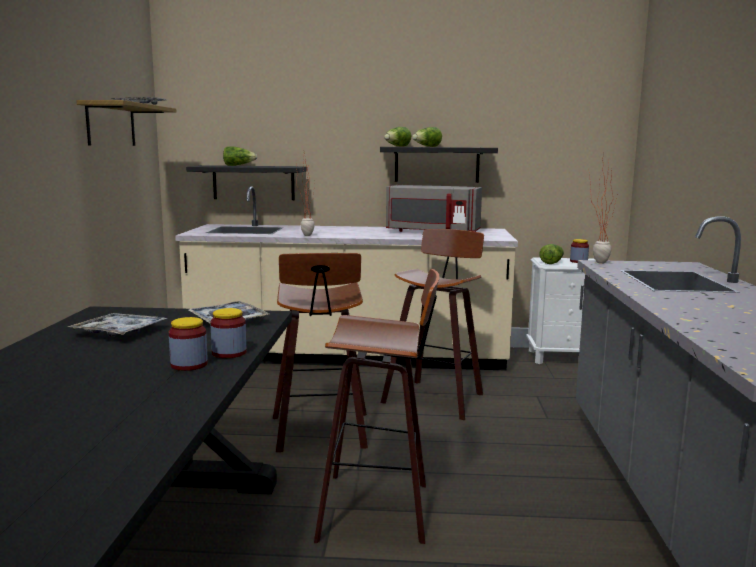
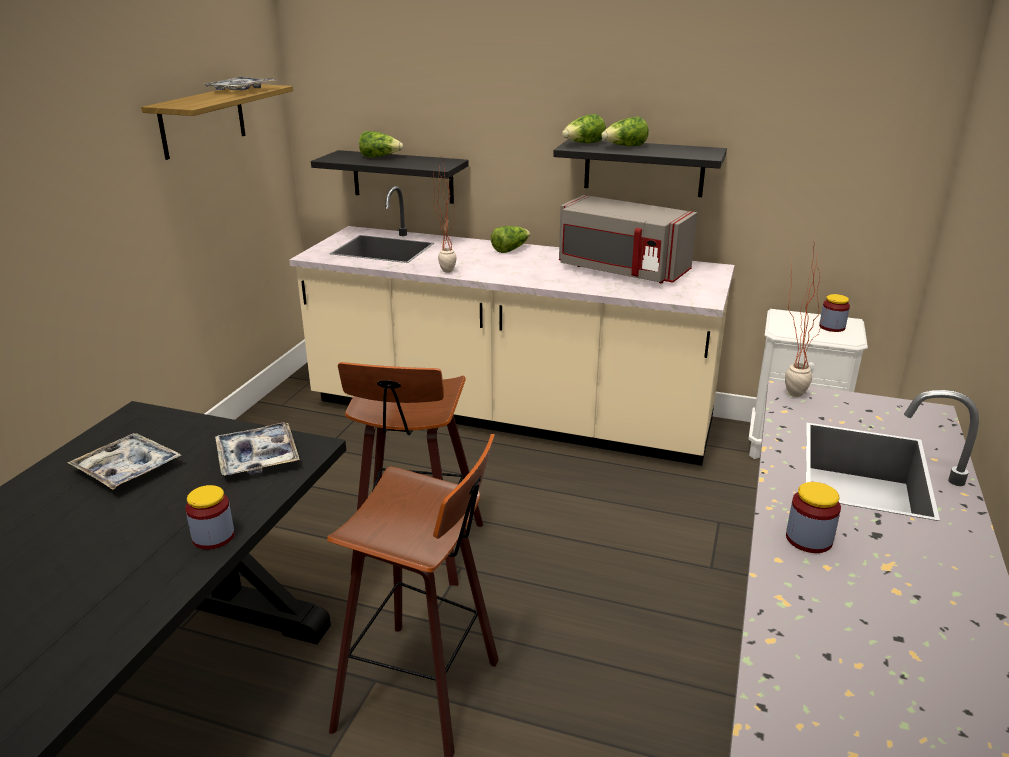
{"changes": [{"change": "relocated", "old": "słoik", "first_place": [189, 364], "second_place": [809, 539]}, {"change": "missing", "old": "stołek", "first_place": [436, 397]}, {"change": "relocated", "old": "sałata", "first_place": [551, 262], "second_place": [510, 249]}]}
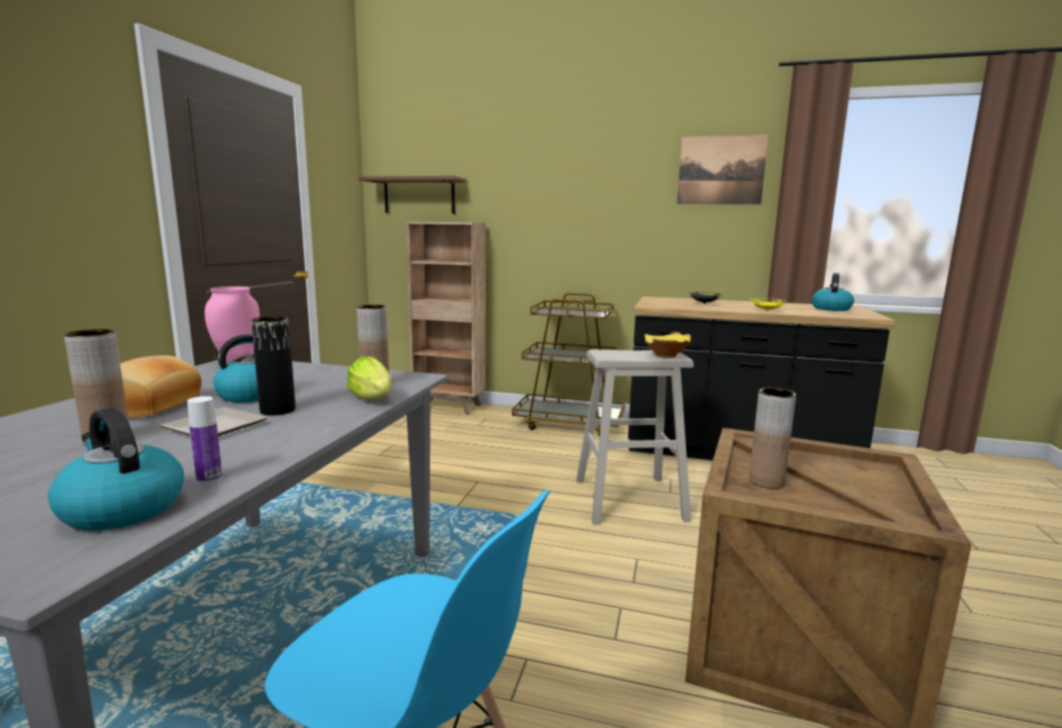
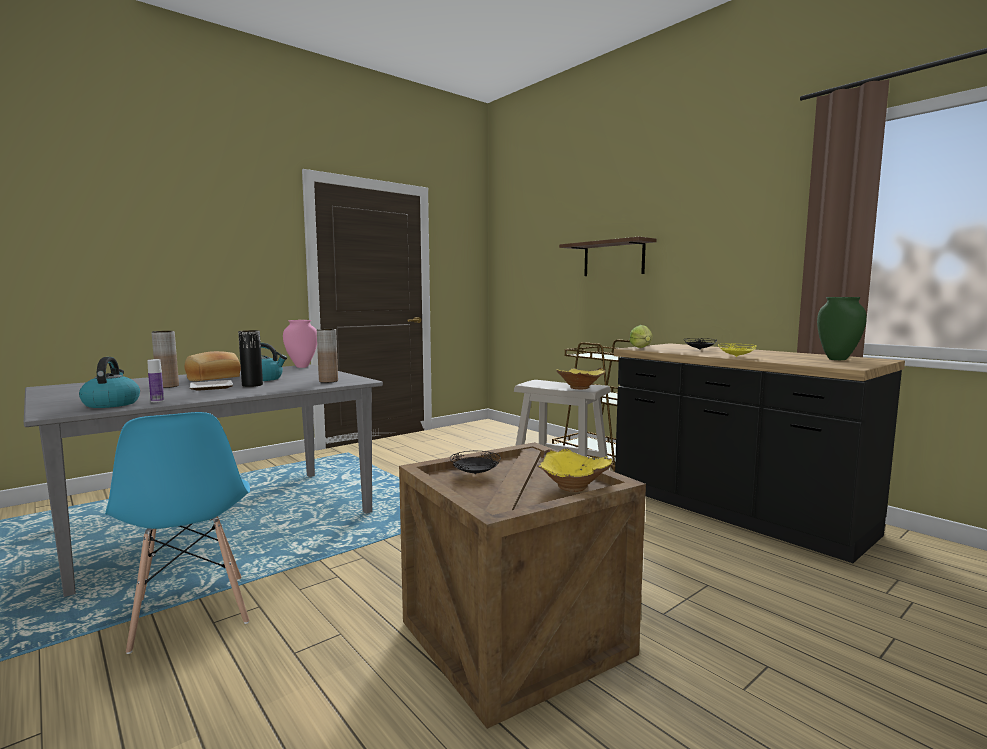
{"changes": [{"change": "relocated", "old": "sałata", "first_place": [373, 400], "second_place": [642, 348]}, {"change": "relocated", "old": "półka [brązowy]", "first_place": [419, 196], "second_place": [613, 258]}, {"change": "missing", "old": "regał [brązowy]", "first_place": [449, 407]}, {"change": "missing", "old": "obraz", "first_place": [721, 170]}, {"change": "exchanged", "old": "wazon [brązowy]", "new": "talerz [czarny]", "first_place": [766, 482], "second_place": [475, 474]}, {"change": "exchanged", "old": "czajnik", "new": "wazon [zielony]", "first_place": [831, 309], "second_place": [836, 359]}, {"change": "appeared", "new": "miska [żółty]", "second_place": [573, 486]}]}
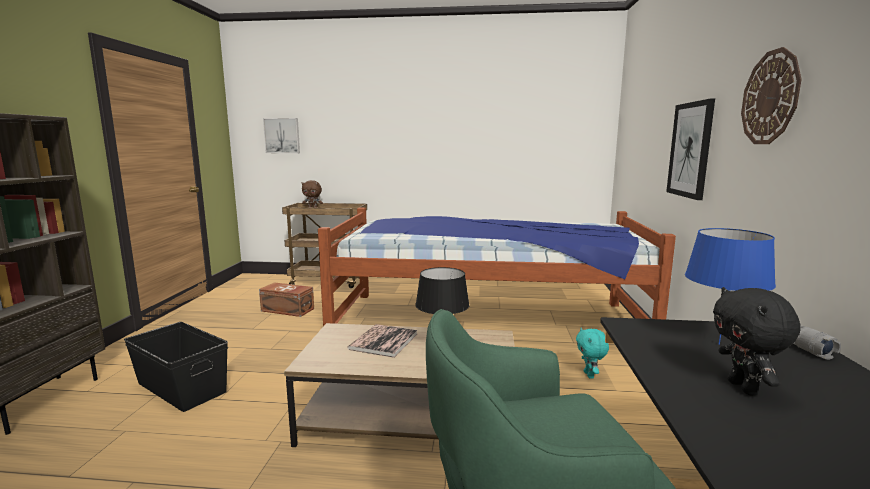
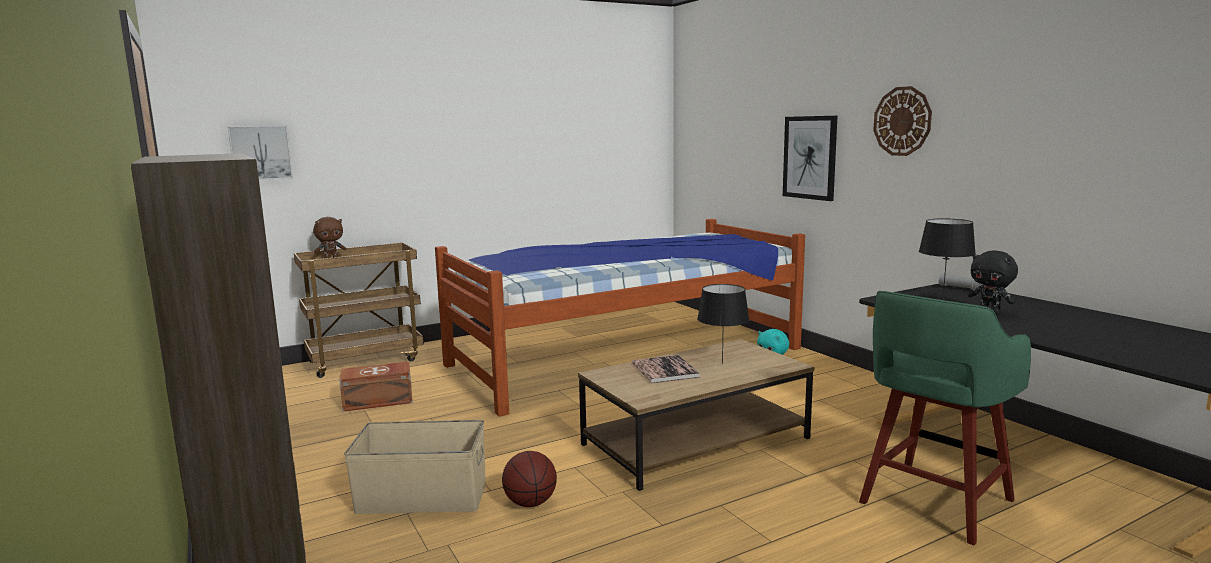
{"changes": [{"change": "colour", "old": "pojemnik do przechowywania [czarny]", "new": "pojemnik do przechowywania [beżowy]", "first_place": [182, 387], "second_place": [421, 497]}, {"change": "colour", "old": "lampa stołowa [niebieski]", "new": "lampa stołowa [czarny]", "first_place": [720, 344], "second_place": [943, 298]}, {"change": "appeared", "new": "piłka do koszykówki", "second_place": [530, 503]}]}
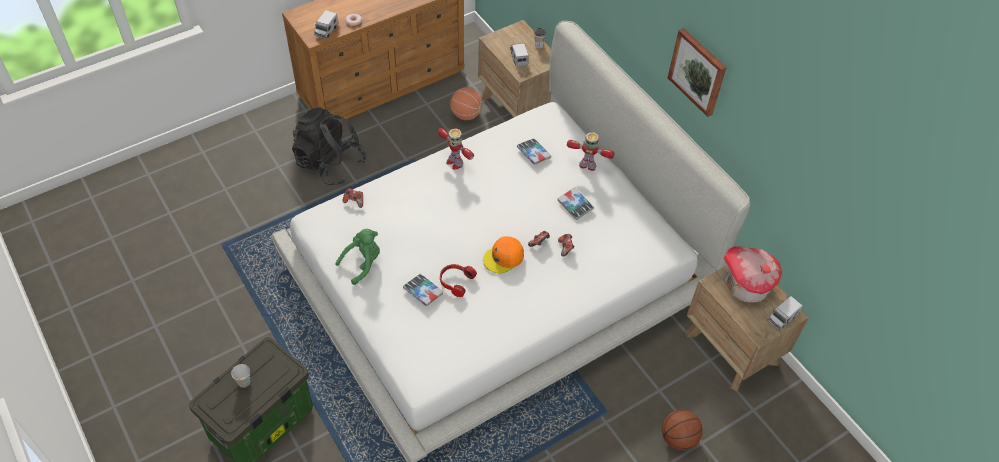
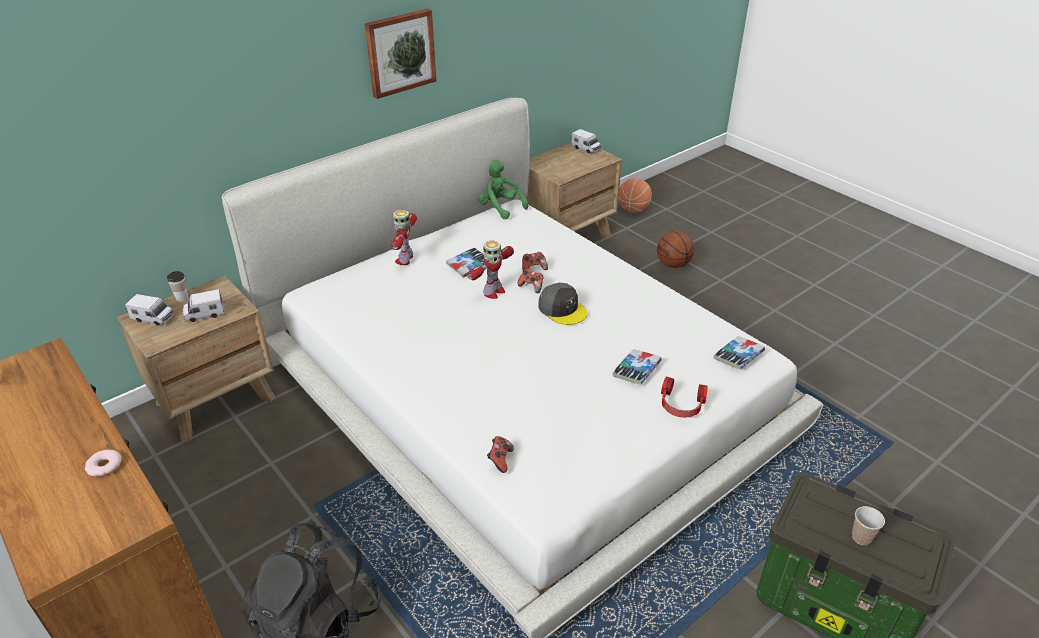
{"changes": [{"change": "relocated", "old": "ciężarówka zabawkowa", "first_place": [326, 30], "second_place": [153, 318]}, {"change": "relocated", "old": "pluszak [zielony]", "first_place": [362, 263], "second_place": [500, 207]}, {"change": "relocated", "old": "robot zabawkowy", "first_place": [454, 162], "second_place": [493, 292]}, {"change": "relocated", "old": "słuchawki", "first_place": [455, 281], "second_place": [681, 405]}, {"change": "relocated", "old": "piłka do koszykówki", "first_place": [466, 114], "second_place": [633, 209]}, {"change": "colour", "old": "czapka z daszkiem [pomarańczowy]", "new": "czapka z daszkiem [szary]", "first_place": [503, 257], "second_place": [562, 309]}, {"change": "relocated", "old": "książka", "first_place": [533, 153], "second_place": [738, 356]}, {"change": "missing", "old": "domek", "first_place": [746, 285]}]}
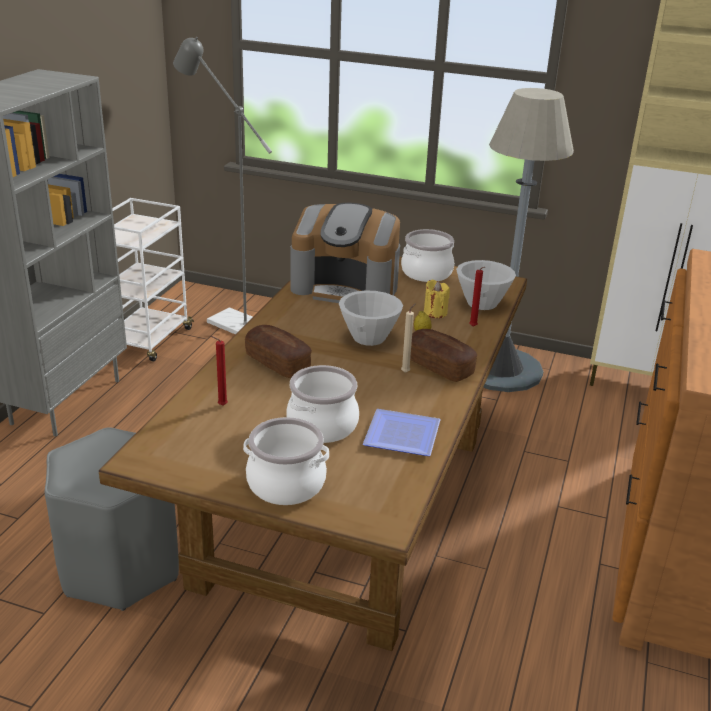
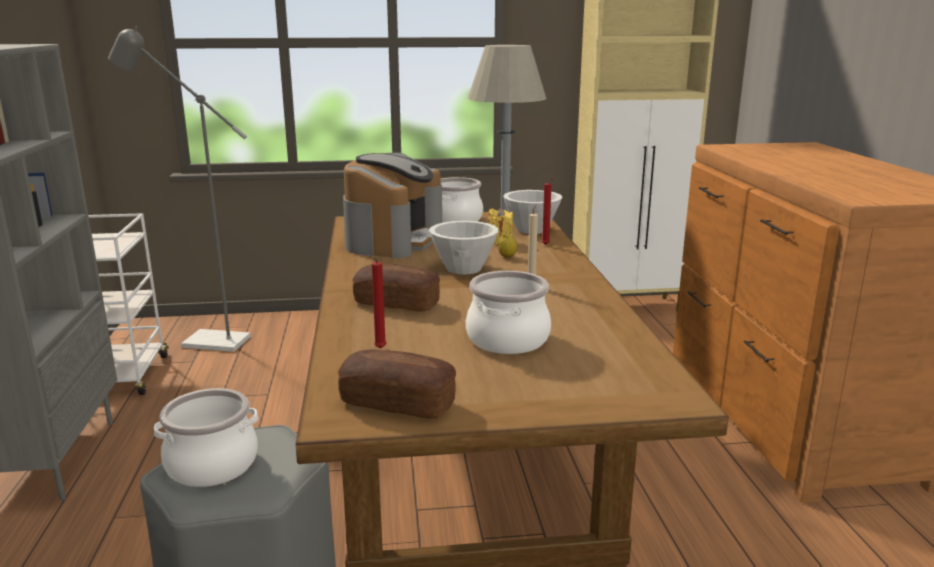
{"changes": [{"change": "relocated", "old": "garnek", "first_place": [286, 483], "second_place": [212, 464]}, {"change": "spun", "old": "ekspres do kawy", "first_place": [346, 286], "second_place": [393, 239], "degrees": -60}, {"change": "missing", "old": "talerz", "first_place": [405, 434]}, {"change": "relocated", "old": "chleb", "first_place": [439, 366], "second_place": [398, 403]}]}
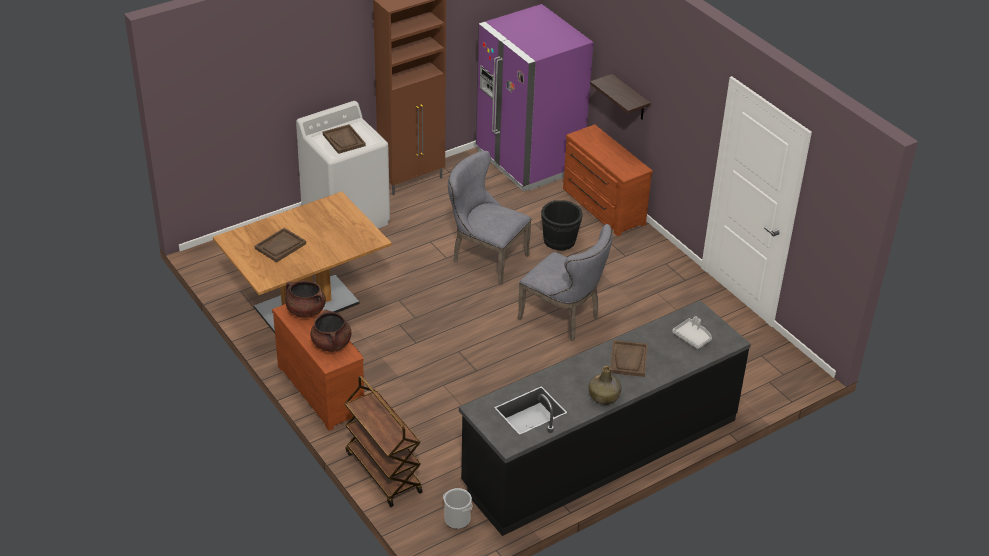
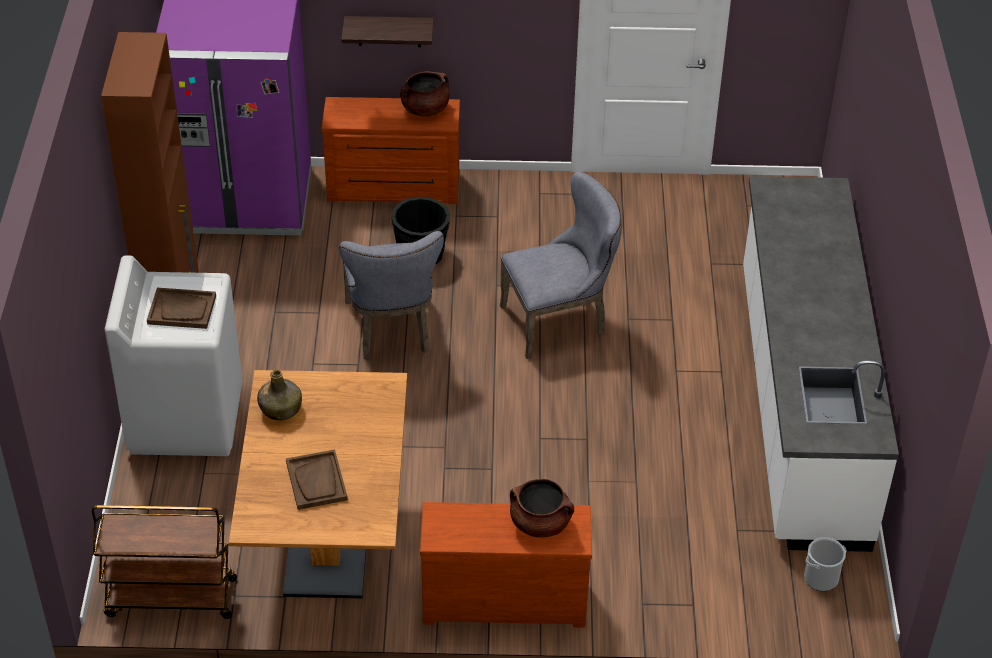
{"changes": [{"change": "relocated", "old": "garnek [brązowy]", "first_place": [305, 311], "second_place": [425, 109]}, {"change": "relocated", "old": "wózek [brązowy]", "first_place": [382, 472], "second_place": [170, 598]}, {"change": "spun", "old": "krzesło [szary]", "first_place": [485, 258], "second_place": [391, 331], "degrees": -75}, {"change": "colour", "old": "zabudowa kuchenna [czarny]", "new": "zabudowa kuchenna [biały]", "first_place": [600, 452], "second_place": [800, 404]}, {"change": "relocated", "old": "butelka [zielony]", "first_place": [604, 396], "second_place": [281, 409]}, {"change": "missing", "old": "taca [brązowy]", "first_place": [628, 360]}, {"change": "missing", "old": "taca [szary]", "first_place": [692, 337]}]}
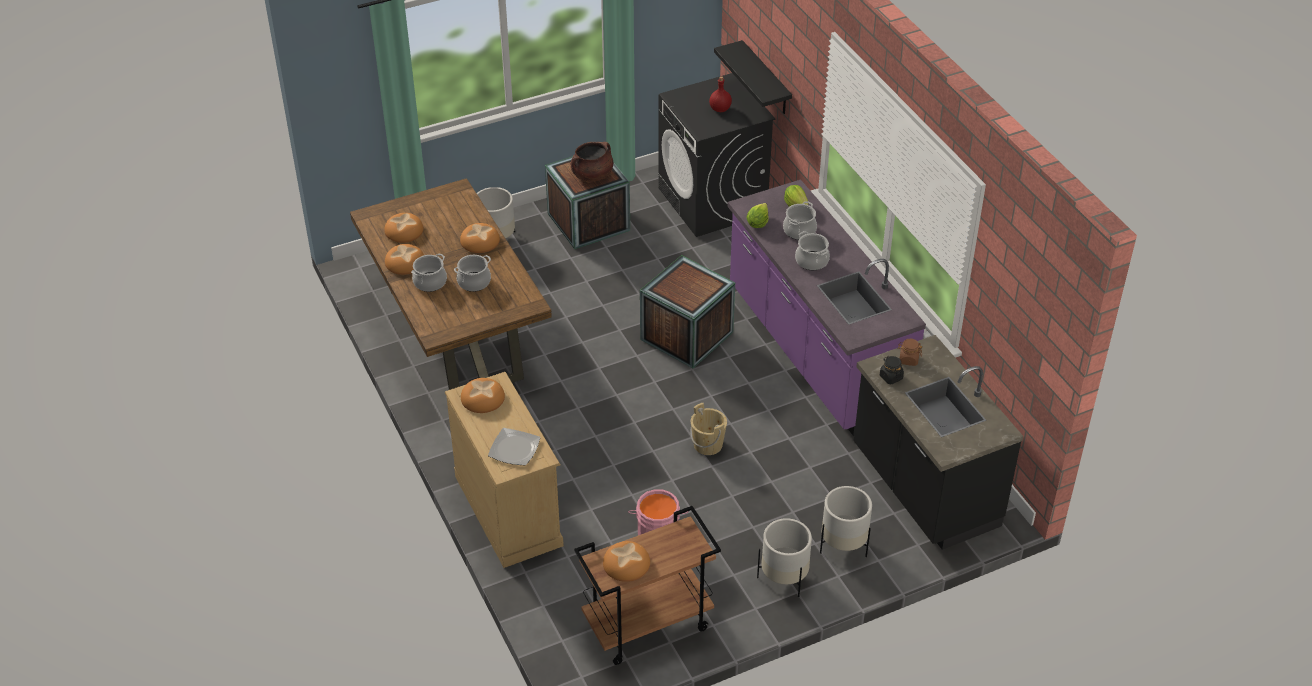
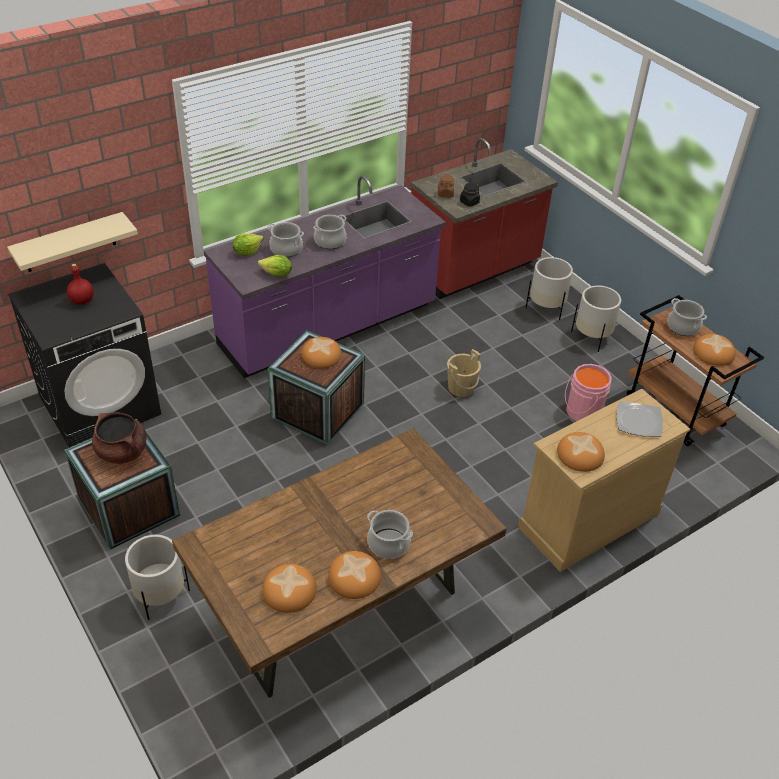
{"changes": [{"change": "relocated", "old": "garnek", "first_place": [474, 282], "second_place": [683, 327]}, {"change": "relocated", "old": "chleb", "first_place": [479, 241], "second_place": [321, 355]}, {"change": "colour", "old": "półka [czarny]", "new": "półka [beżowy]", "first_place": [766, 79], "second_place": [69, 243]}, {"change": "colour", "old": "zabudowa kuchenna [czarny]", "new": "zabudowa kuchenna [czerwony]", "first_place": [923, 489], "second_place": [474, 269]}]}
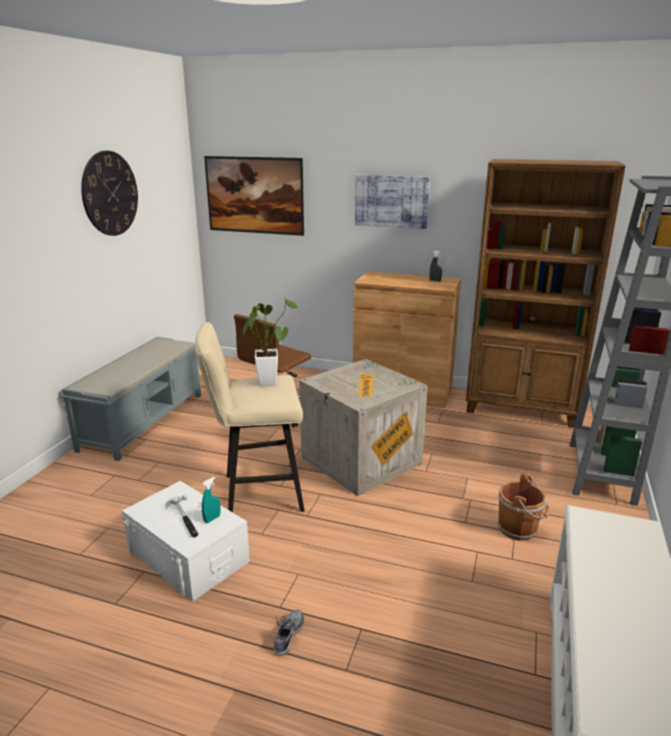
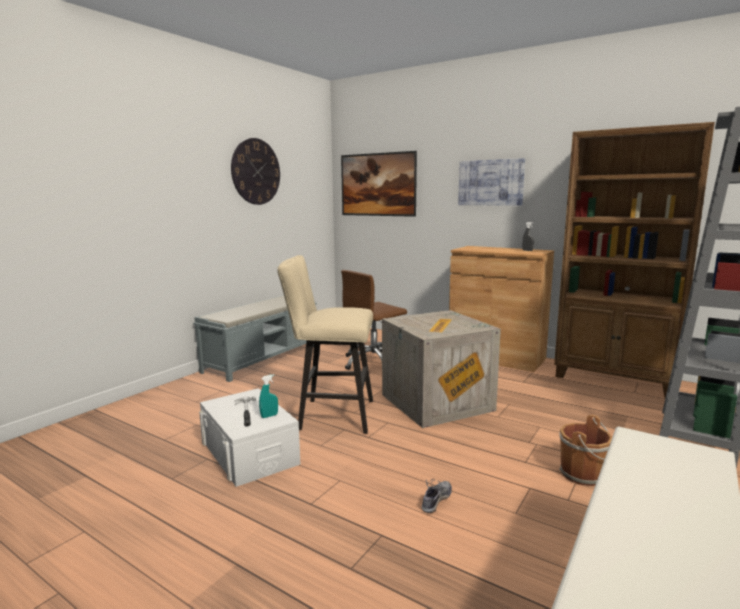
{"changes": [{"change": "missing", "old": "roślina doniczkowa", "first_place": [268, 381]}, {"change": "relocated", "old": "but", "first_place": [288, 635], "second_place": [436, 500]}]}
